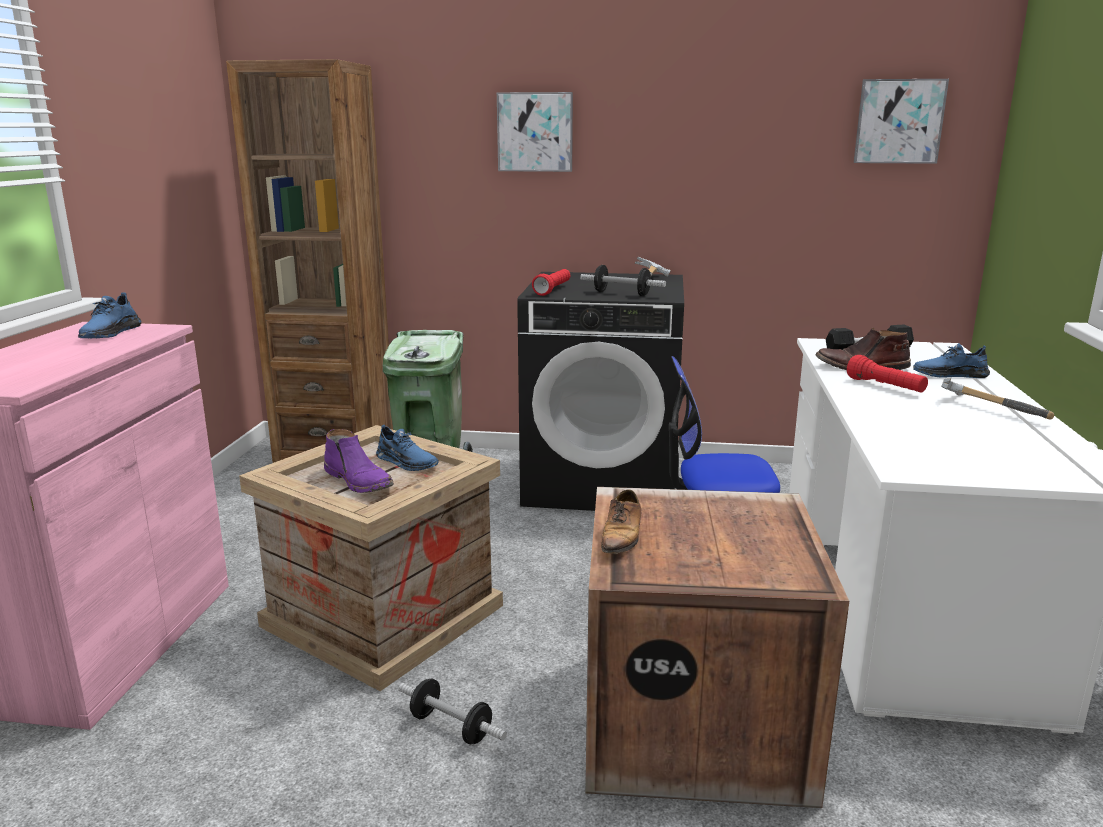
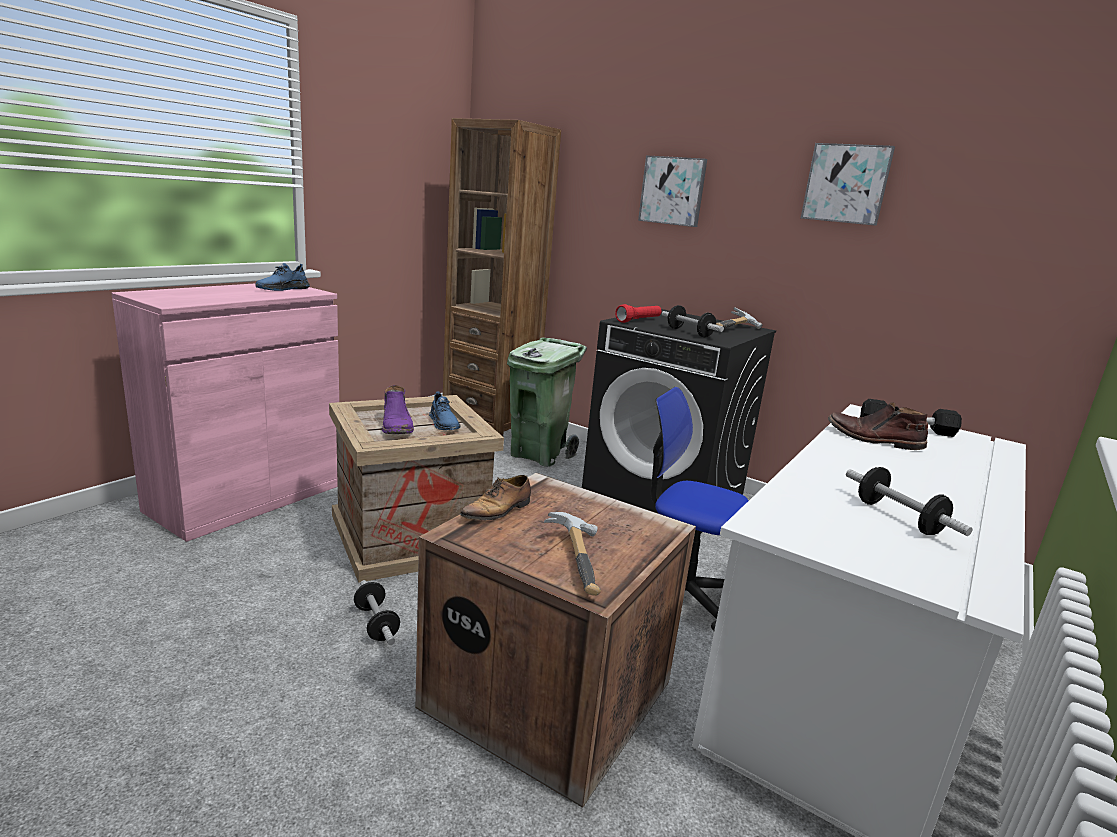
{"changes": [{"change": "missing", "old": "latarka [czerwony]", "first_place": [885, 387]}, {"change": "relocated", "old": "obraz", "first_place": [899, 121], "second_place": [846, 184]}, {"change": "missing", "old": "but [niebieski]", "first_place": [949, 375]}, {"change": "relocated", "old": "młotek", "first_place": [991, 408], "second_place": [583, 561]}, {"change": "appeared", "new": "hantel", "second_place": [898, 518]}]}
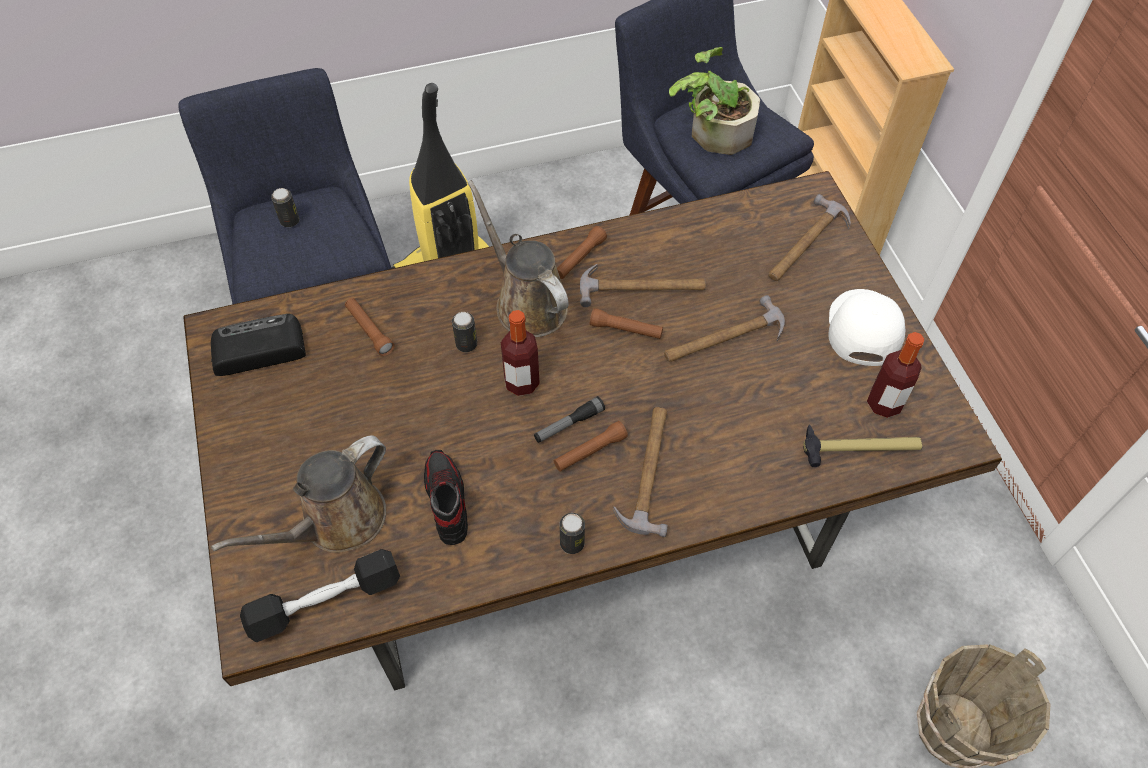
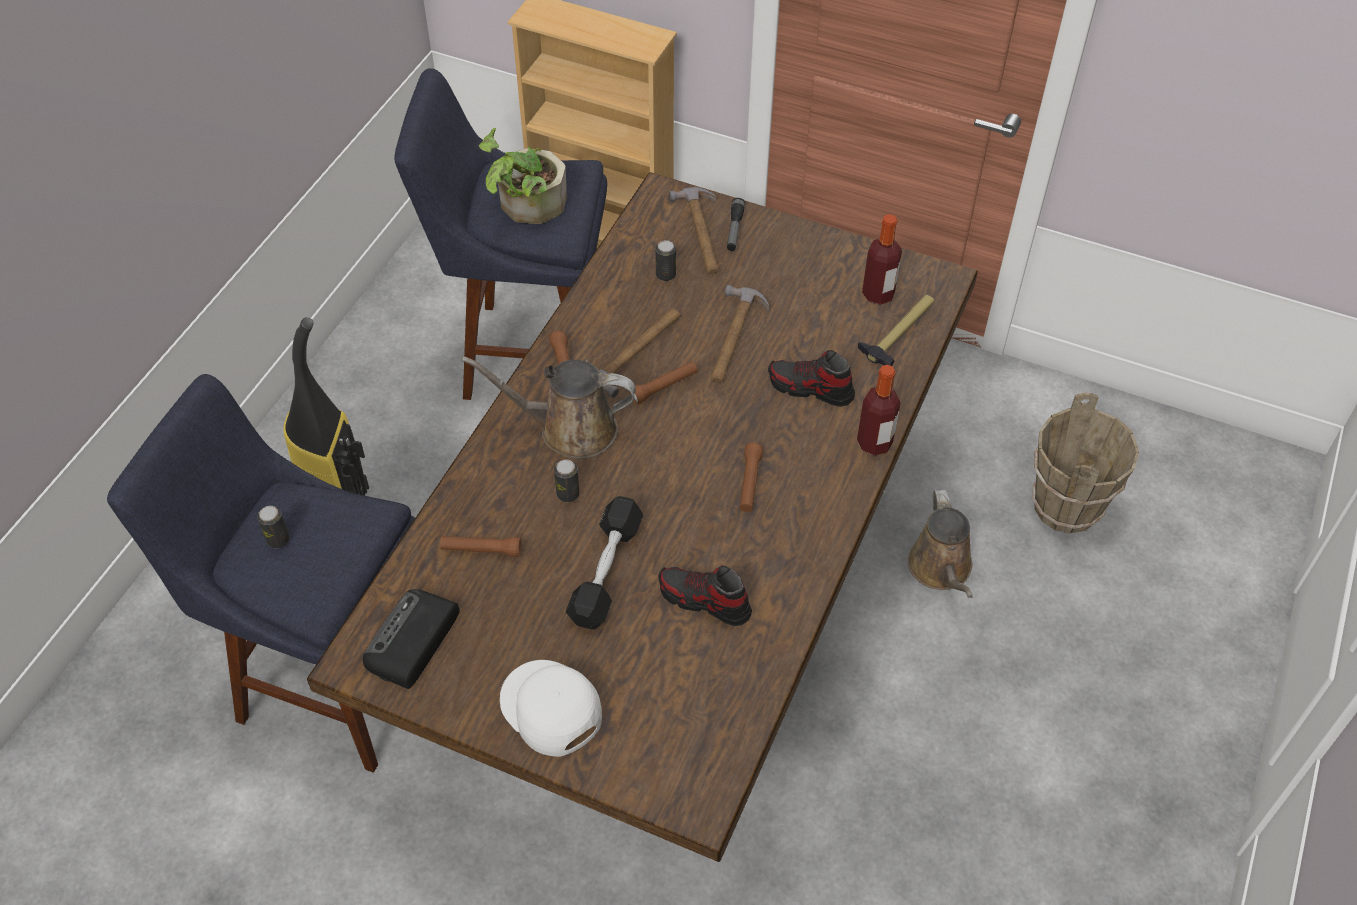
{"changes": [{"change": "relocated", "old": "konewka [brązowy]", "first_place": [336, 522], "second_place": [941, 569]}, {"change": "relocated", "old": "hantel [czarny]", "first_place": [325, 601], "second_place": [606, 572]}, {"change": "relocated", "old": "butelka", "first_place": [522, 382], "second_place": [874, 443]}, {"change": "relocated", "old": "latarka", "first_place": [569, 424], "second_place": [734, 230]}, {"change": "relocated", "old": "puszka", "first_place": [572, 543], "second_place": [665, 275]}, {"change": "missing", "old": "młotek", "first_place": [648, 470]}, {"change": "relocated", "old": "czapka z daszkiem [biały]", "first_place": [863, 328], "second_place": [549, 709]}, {"change": "appeared", "new": "but", "second_place": [810, 388]}]}
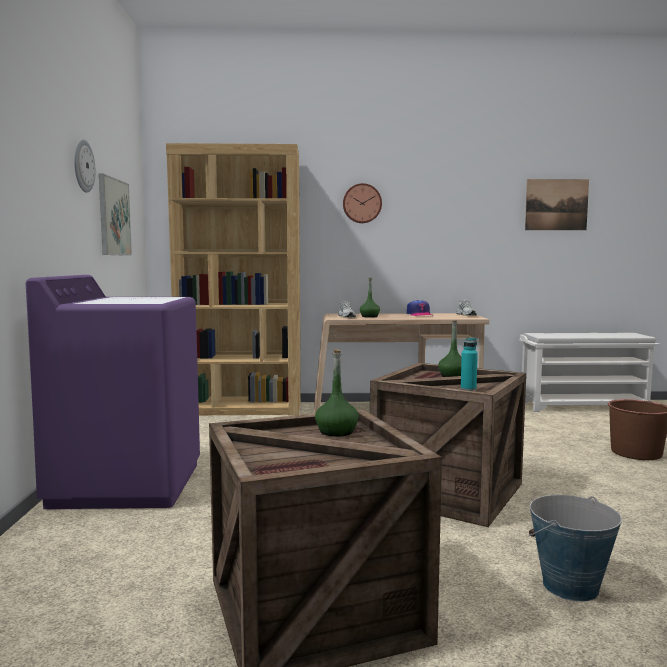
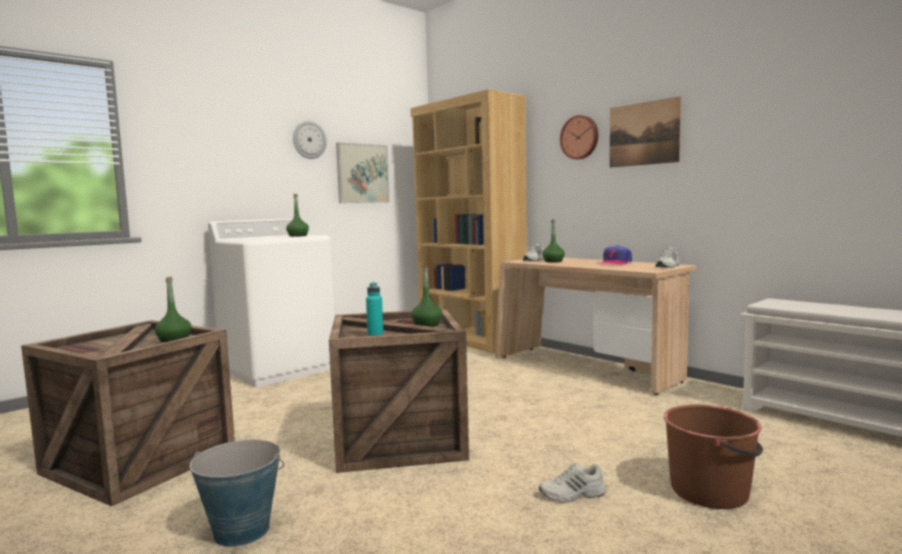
{"changes": [{"change": "colour", "old": "pralka [fioletowy]", "new": "pralka [biały]", "first_place": [127, 484], "second_place": [279, 368]}, {"change": "relocated", "old": "obraz", "first_place": [556, 204], "second_place": [643, 134]}, {"change": "appeared", "new": "butelka [zielony]", "second_place": [298, 236]}, {"change": "appeared", "new": "but [biały]", "second_place": [572, 495]}]}
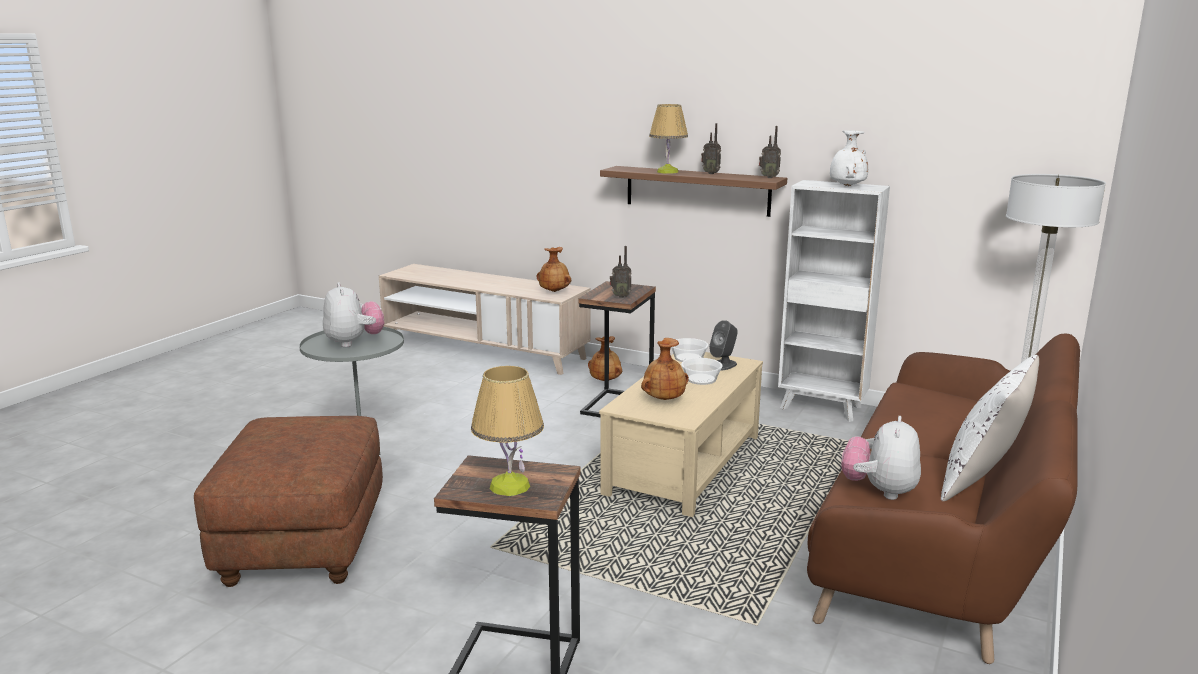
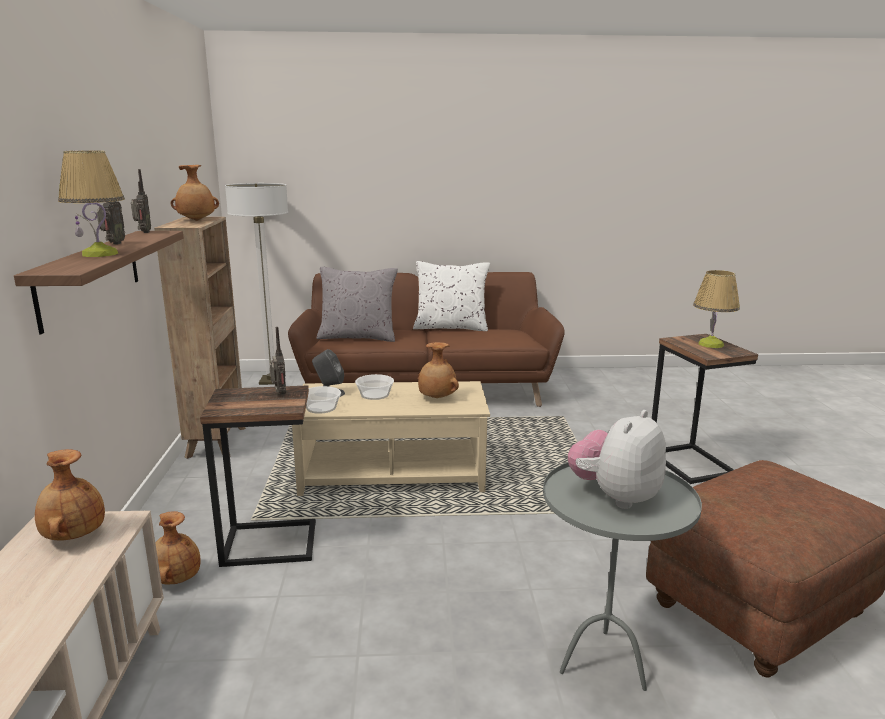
{"changes": [{"change": "colour", "old": "regał [biały]", "new": "regał [brązowy]", "first_place": [822, 408], "second_place": [217, 441]}, {"change": "colour", "old": "wazon [biały]", "new": "wazon [brązowy]", "first_place": [846, 186], "second_place": [196, 220]}, {"change": "missing", "old": "pluszak", "first_place": [879, 491]}, {"change": "appeared", "new": "poduszka [szary]", "second_place": [358, 337]}]}
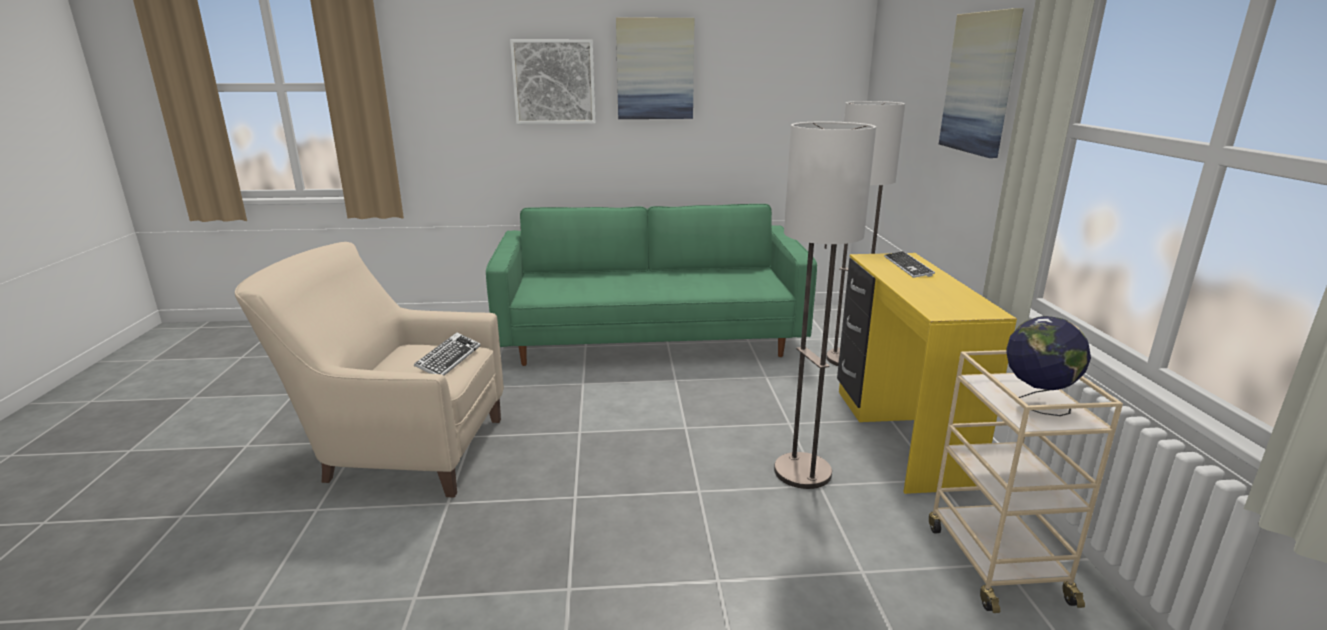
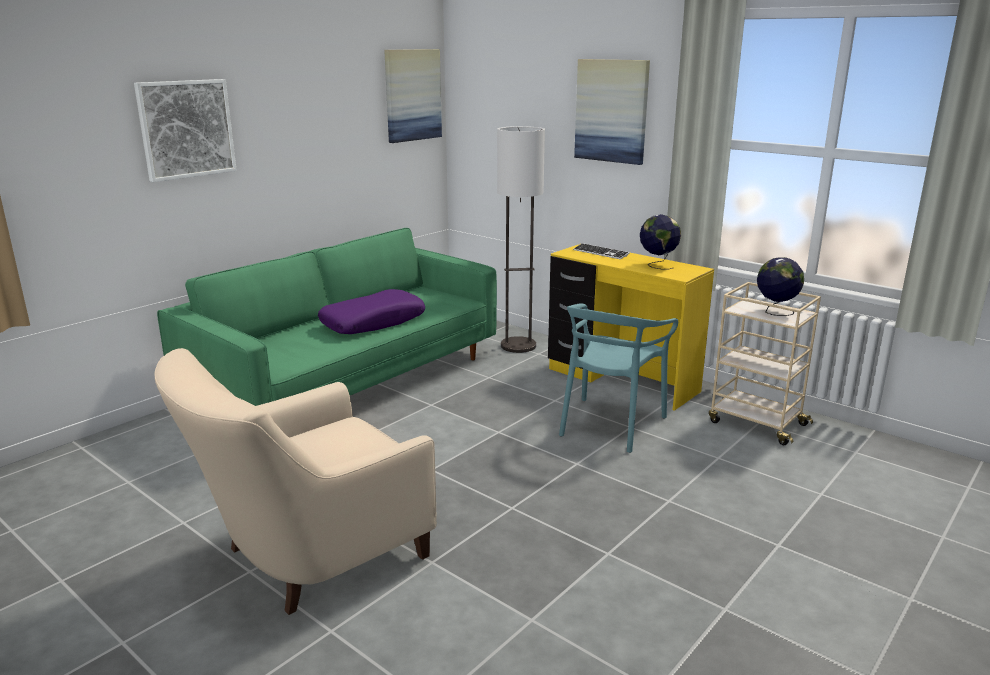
{"changes": [{"change": "missing", "old": "klawiatura", "first_place": [448, 360]}, {"change": "relocated", "old": "obraz", "first_place": [655, 69], "second_place": [412, 95]}, {"change": "exchanged", "old": "lampa stojąca", "new": "krzesło [turkusowy]", "first_place": [802, 472], "second_place": [610, 424]}, {"change": "appeared", "new": "poduszka [fioletowy]", "second_place": [373, 322]}, {"change": "appeared", "new": "globus", "second_place": [657, 265]}]}
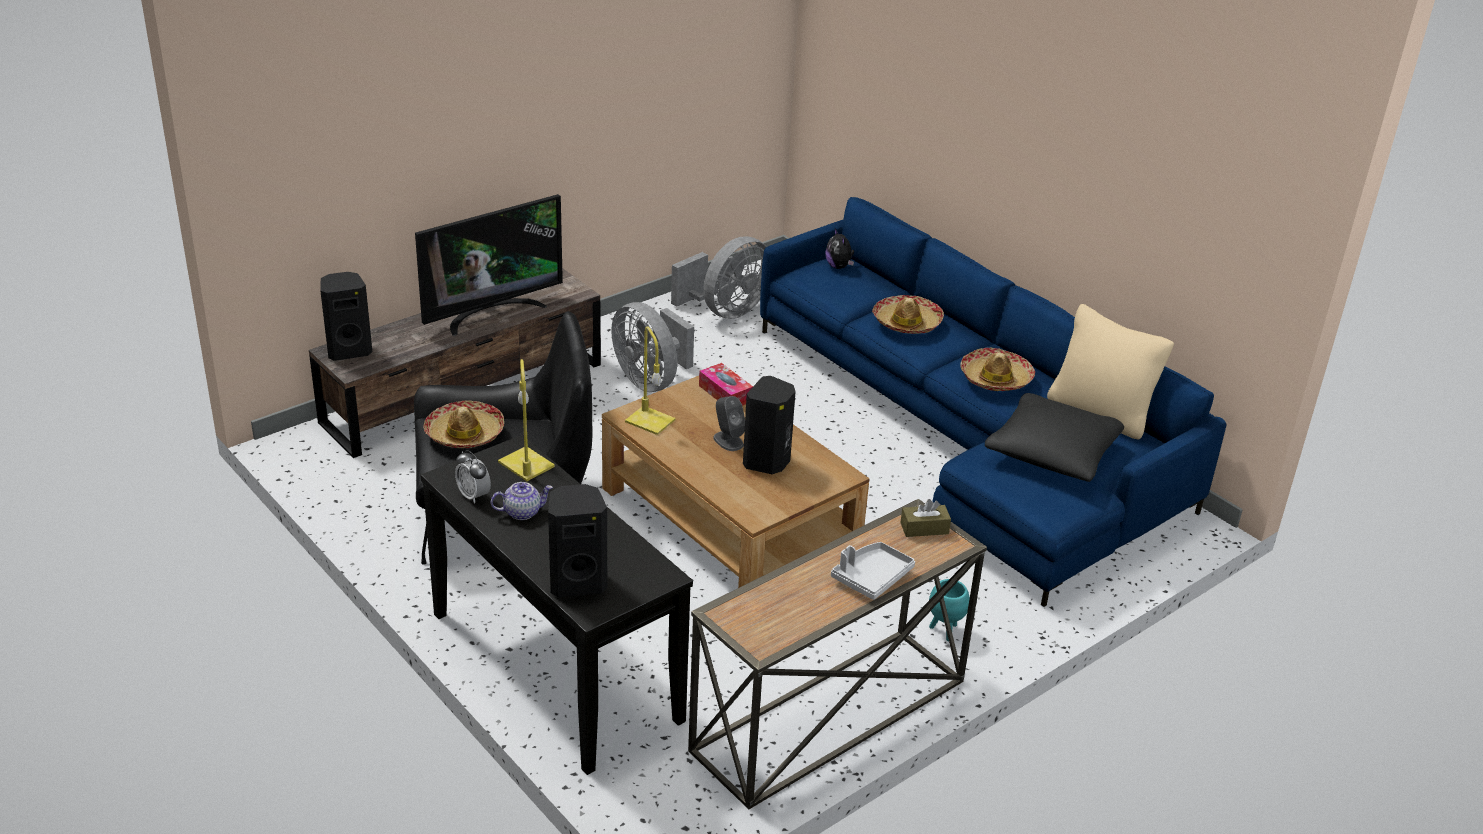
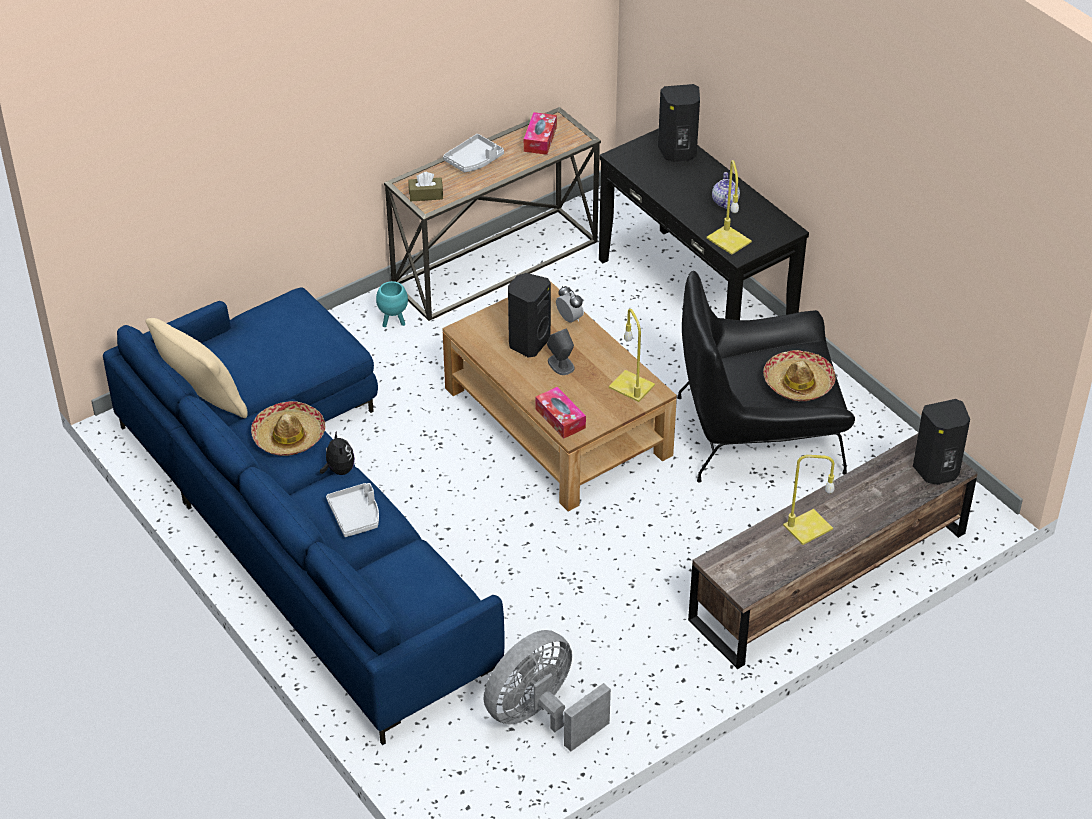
{"changes": [{"change": "exchanged", "old": "telewizor", "new": "lampa stołowa [żółty]", "first_place": [491, 312], "second_place": [807, 528]}, {"change": "relocated", "old": "budzik", "first_place": [473, 496], "second_place": [569, 319]}, {"change": "spun", "old": "imbryk", "first_place": [522, 512], "second_place": [724, 201], "degrees": 105}, {"change": "missing", "old": "wentylator [szary]", "first_place": [651, 380]}, {"change": "relocated", "old": "pluszak", "first_place": [839, 266], "second_place": [339, 470]}, {"change": "exchanged", "old": "kapelusz", "new": "taca [szary]", "first_place": [907, 322], "second_place": [356, 515]}, {"change": "missing", "old": "poduszka [czarny]", "first_place": [1052, 452]}, {"change": "appeared", "new": "pudełko chusteczek", "second_place": [540, 139]}]}
